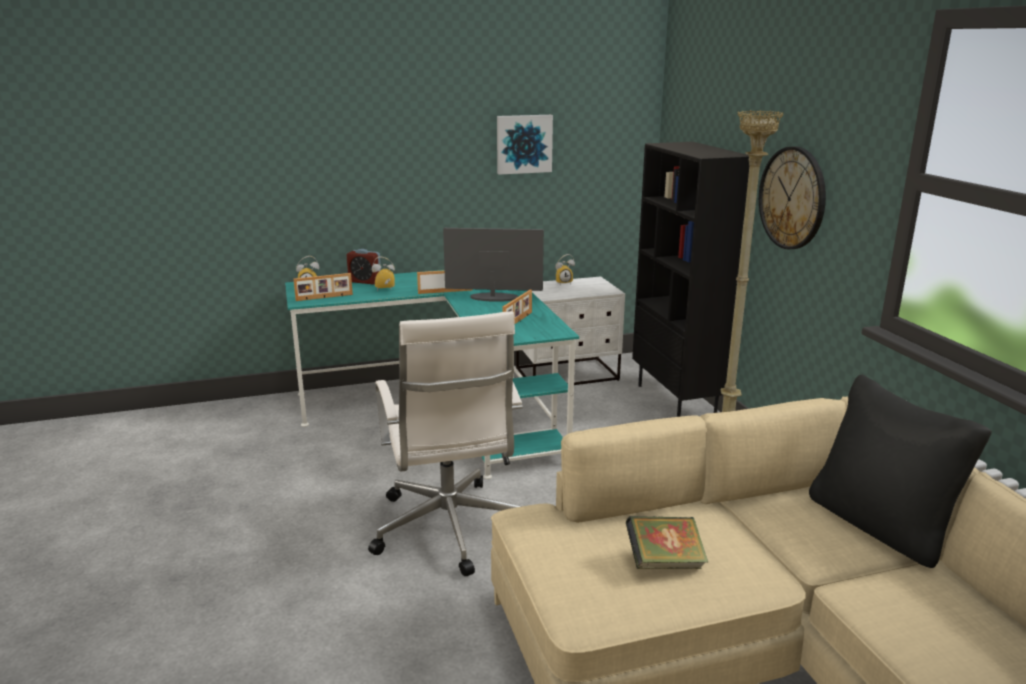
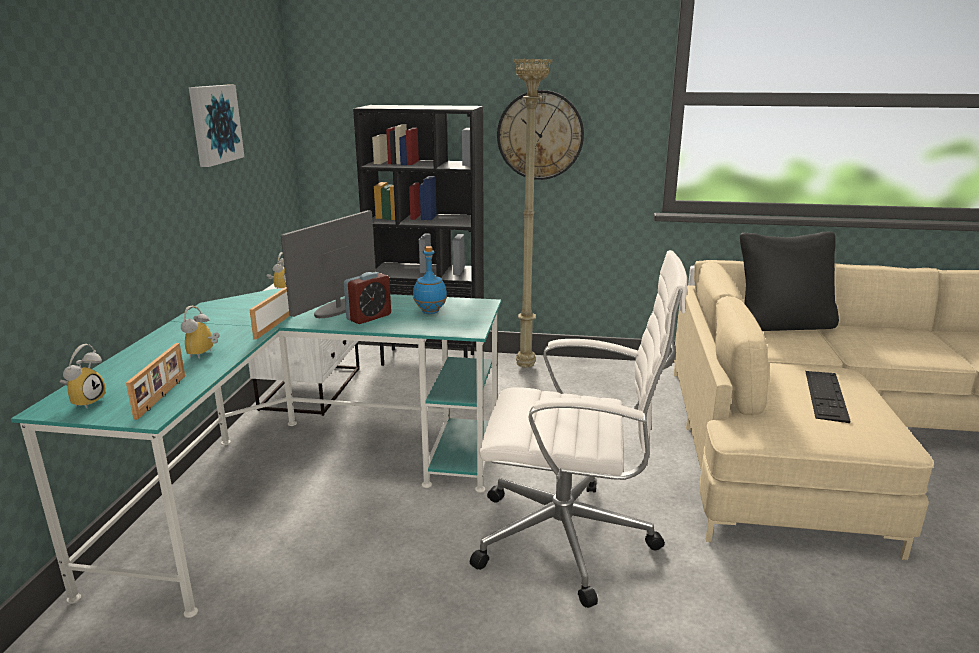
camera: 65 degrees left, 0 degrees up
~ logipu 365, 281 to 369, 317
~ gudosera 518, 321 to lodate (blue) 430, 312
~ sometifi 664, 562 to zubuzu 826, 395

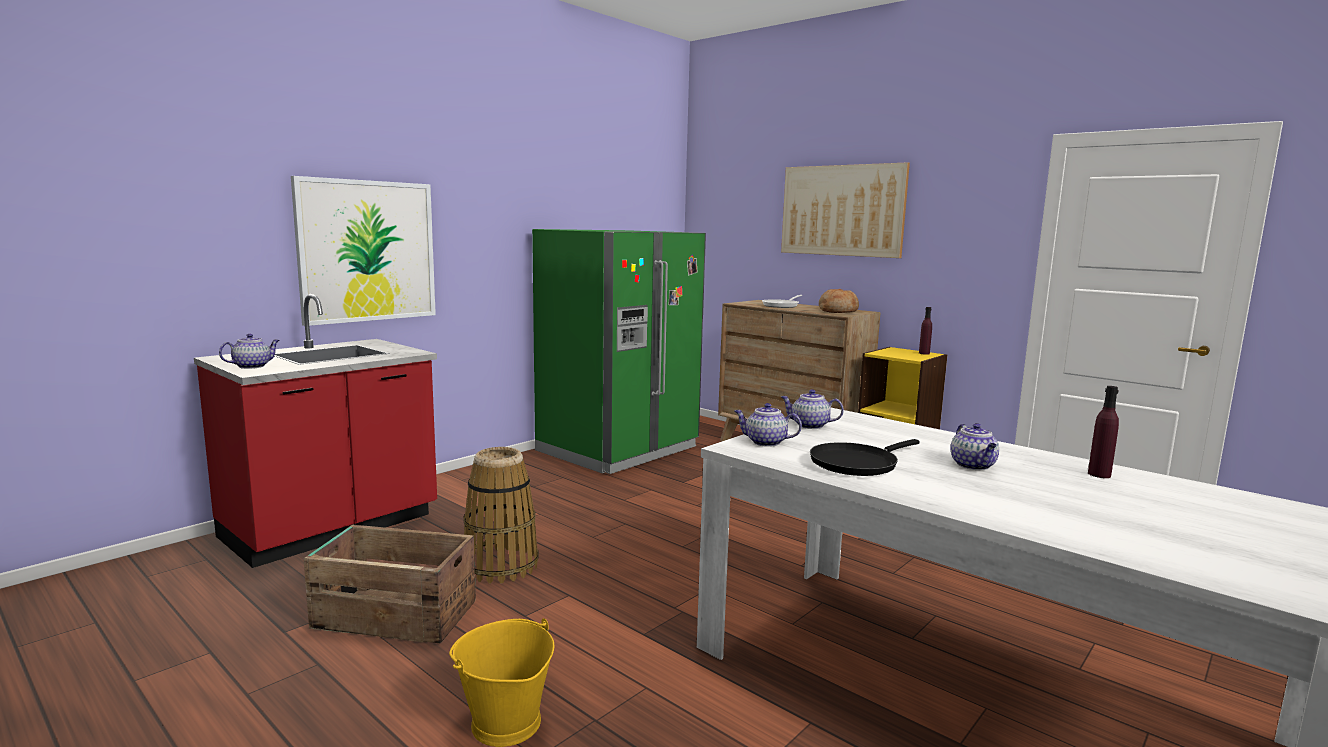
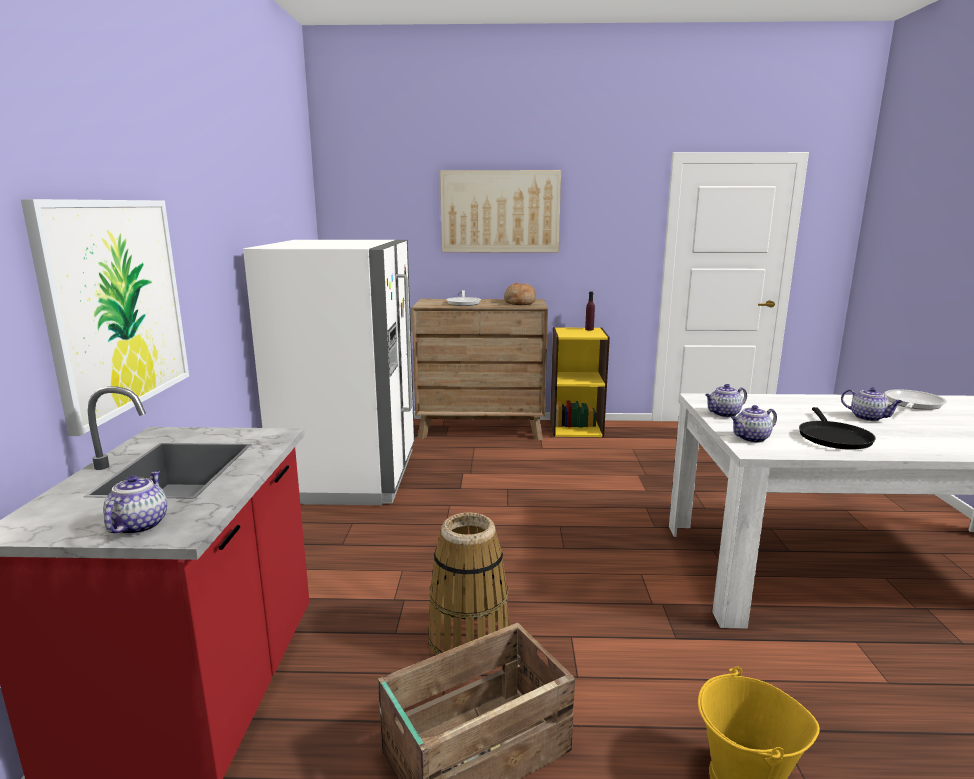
camera: 40 degrees left, 5 degrees up
~ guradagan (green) 618, 449 to guradagan (white) 350, 475
~ lodate (purple) 1099, 474 to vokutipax 912, 404

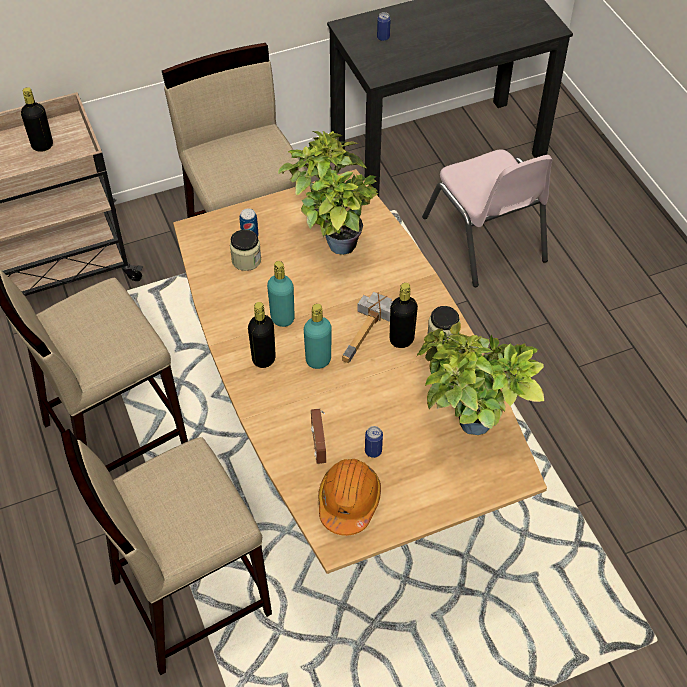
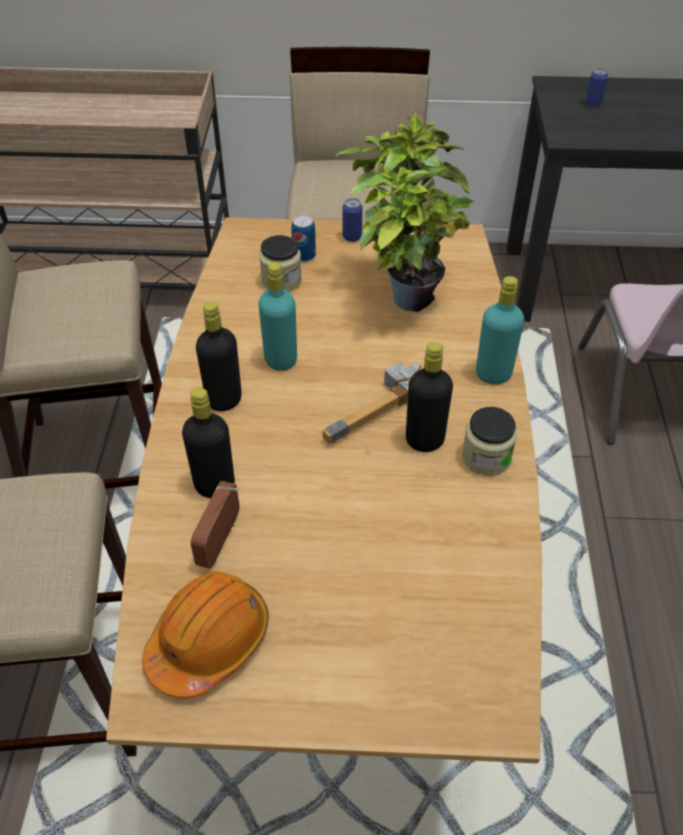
camera: 25 degrees right, 5 degrees down
~ lodate (black) 42, 145 to 214, 485
~ lodate (turquoise) 318, 360 to 493, 374
- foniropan 467, 428
~ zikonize 373, 451 to 352, 237

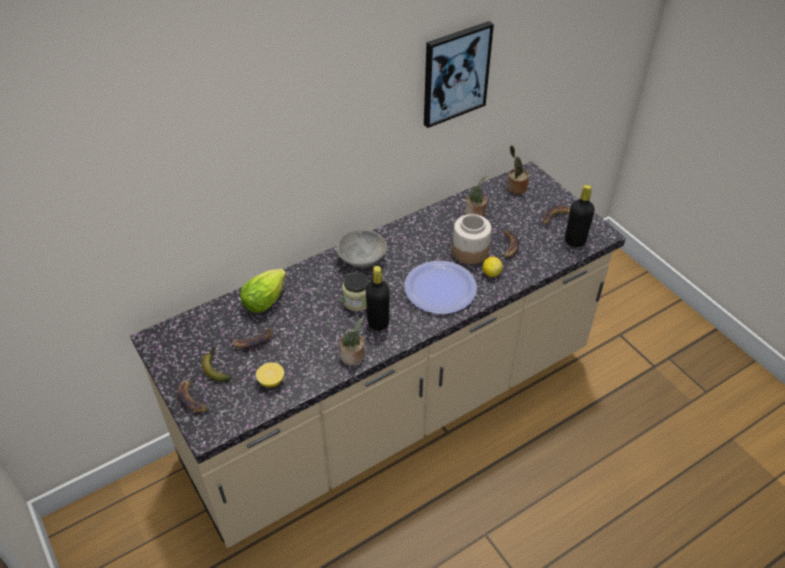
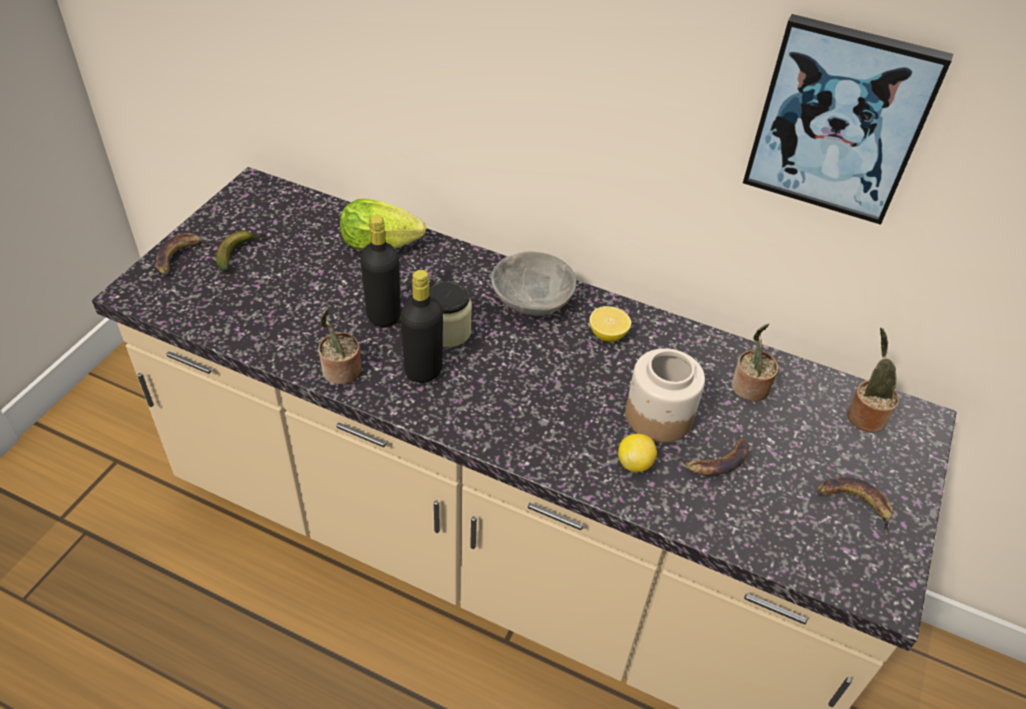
camera: 55 degrees right, 0 degrees up
~ lodate (black) 575, 241 to 383, 316
- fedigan 440, 288
- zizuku 252, 340
~ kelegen 271, 381 to 607, 334

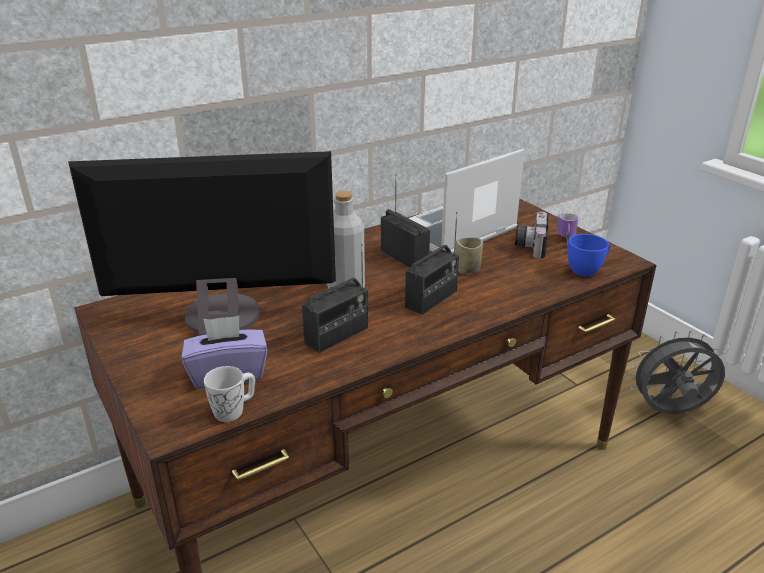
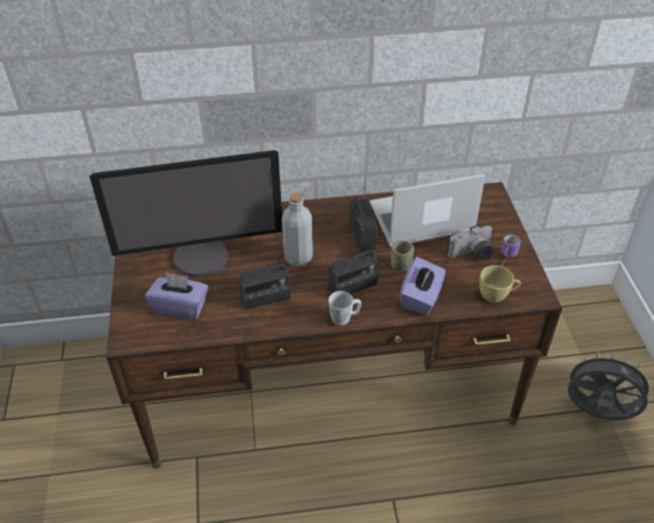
camera: 25 degrees right, 15 degrees up
~ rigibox 221, 317 = 202, 256 150 degrees clockwise
~ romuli 530, 245 = 472, 254 150 degrees counterclockwise
~ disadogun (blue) 587, 270 to disadogun (yellow) 497, 296
~ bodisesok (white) 234, 410 to 344, 318
+ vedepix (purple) 421, 298

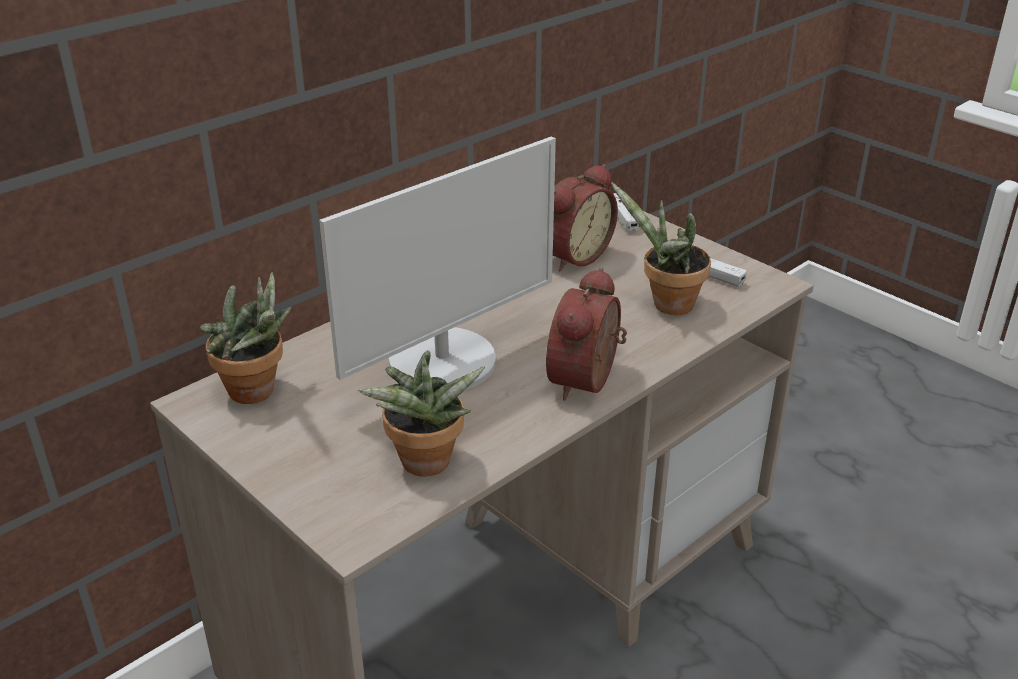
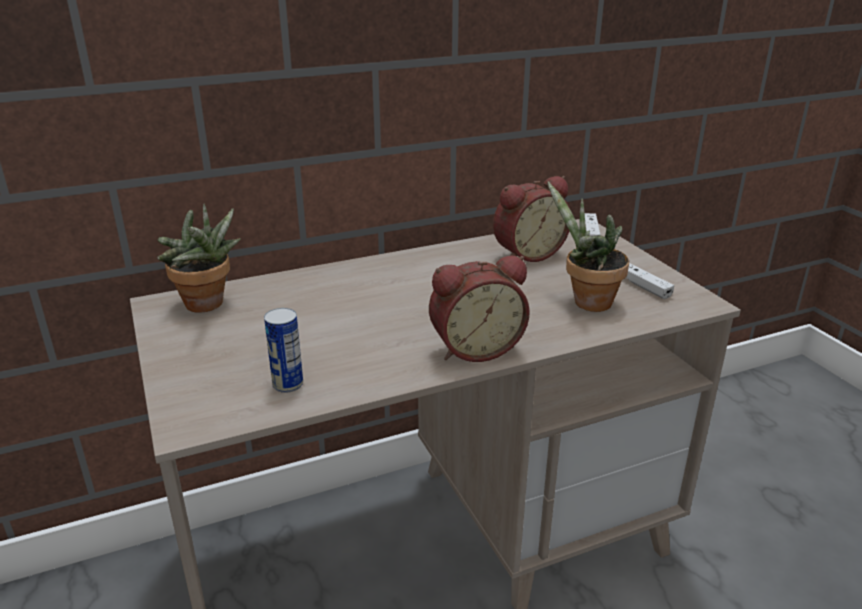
camera: 20 degrees right, 5 degrees down
- rigibox 444, 361
~ logipu 588, 381 = 475, 348 150 degrees counterclockwise
~ foniropan 425, 466 to zikonize 288, 384

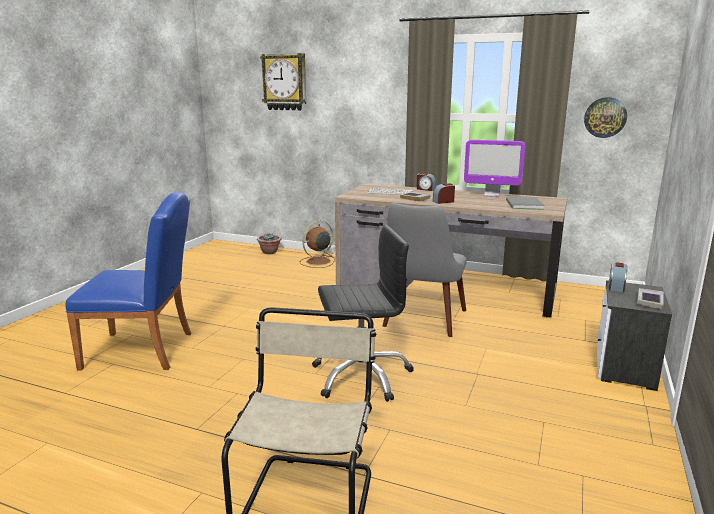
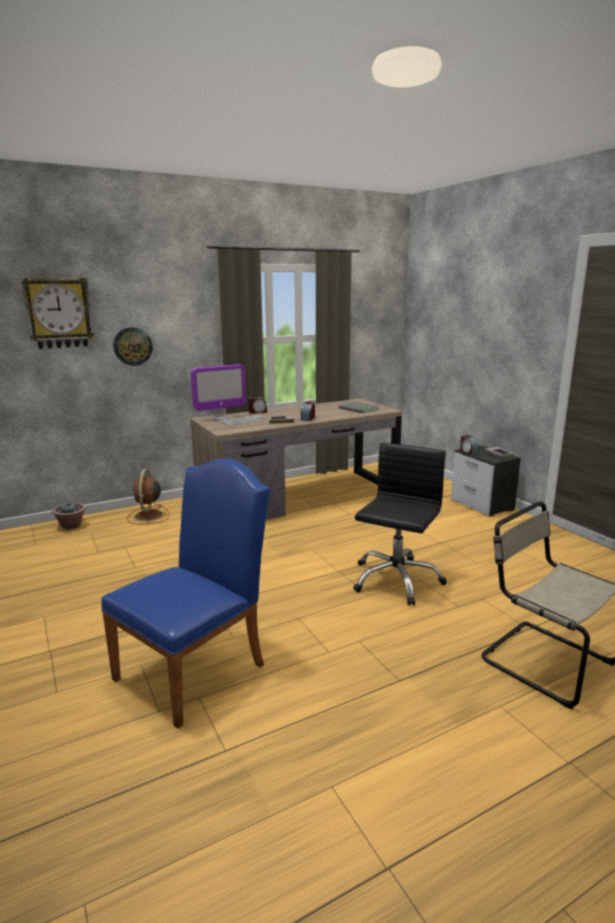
camera: 50 degrees left, 0 degrees up
~ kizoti 605, 117 to 132, 346
~ rigibox 491, 195 to 220, 418
- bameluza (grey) 422, 322

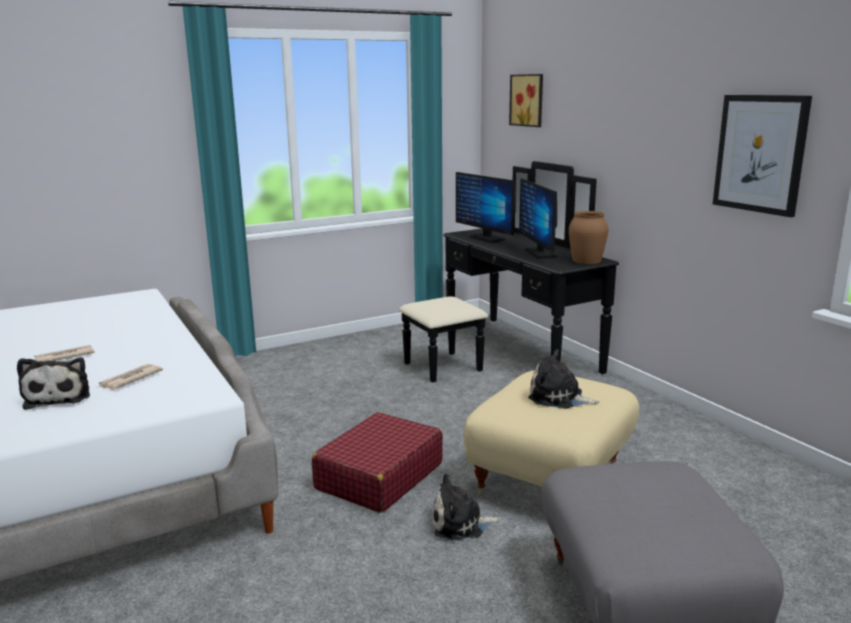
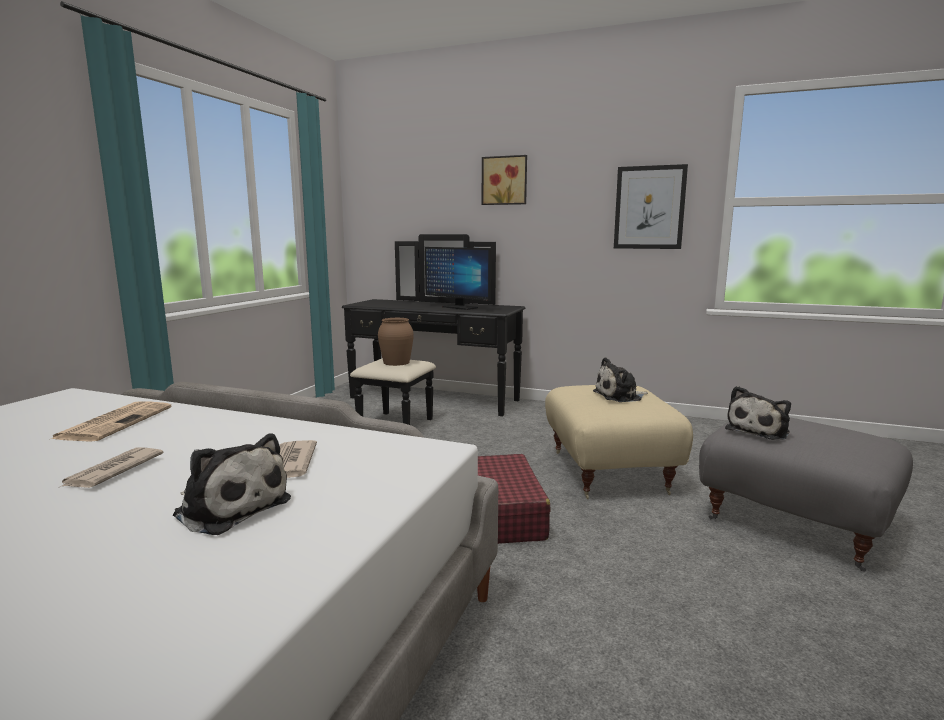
camera: 40 degrees left, 5 degrees down
~ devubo 528, 100 to 504, 180
- rigibox 487, 238
~ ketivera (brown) 586, 260 to 396, 362
~ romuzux 460, 524 to 759, 430
+ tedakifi 115, 422

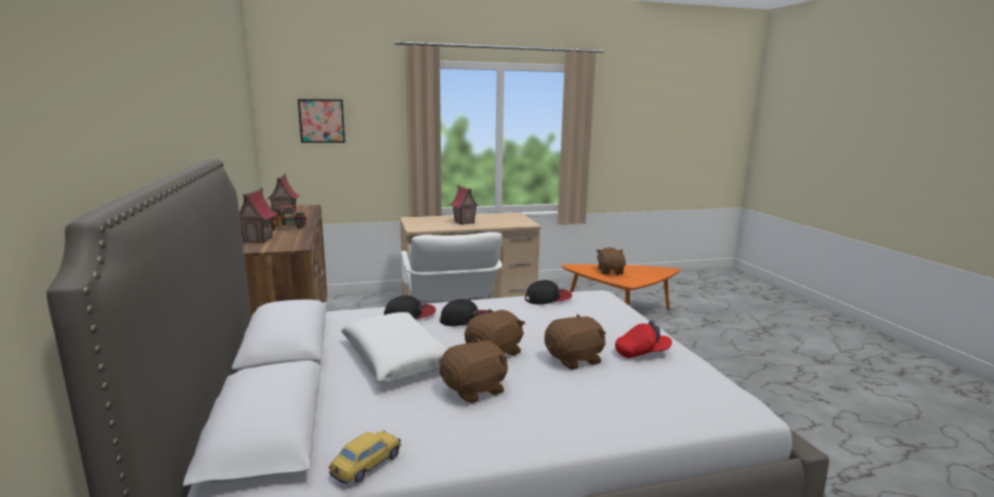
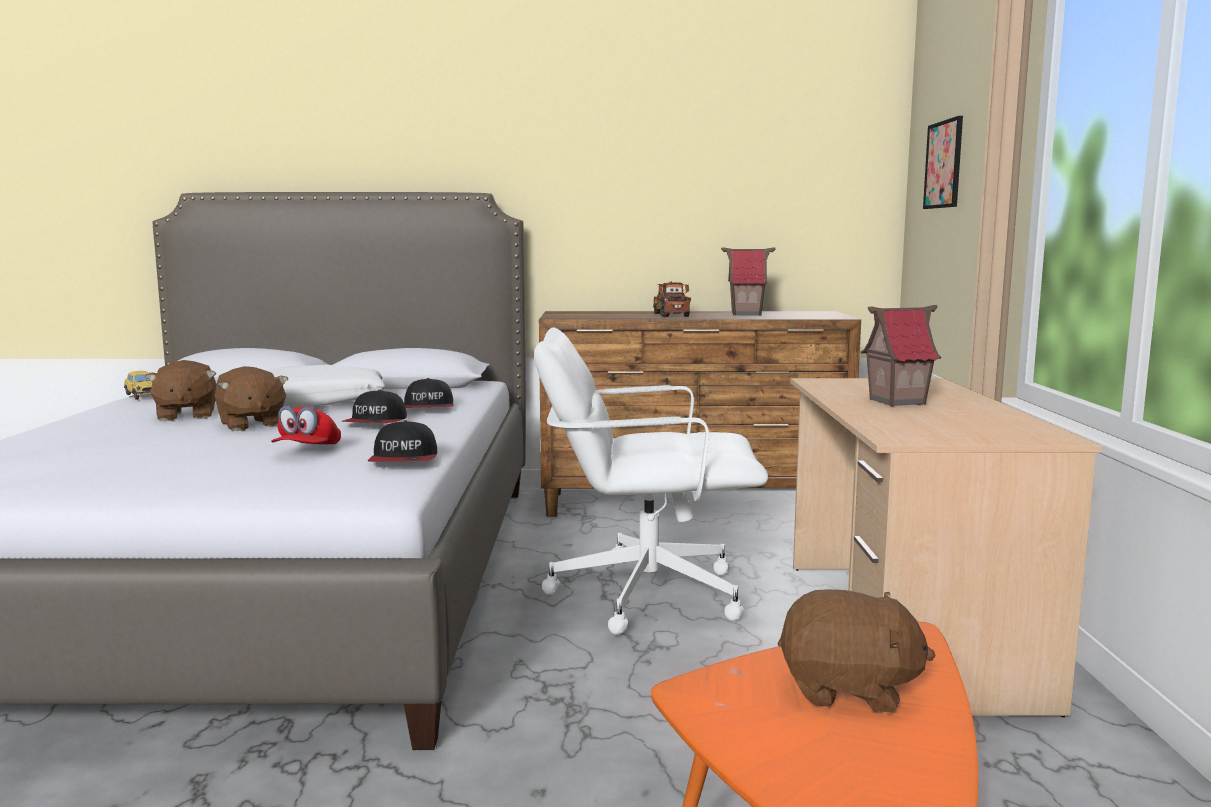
camera: 105 degrees right, 5 degrees down
- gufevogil 258, 240
- romuzux (brown) 575, 359
~ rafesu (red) 642, 353 to 307, 451

